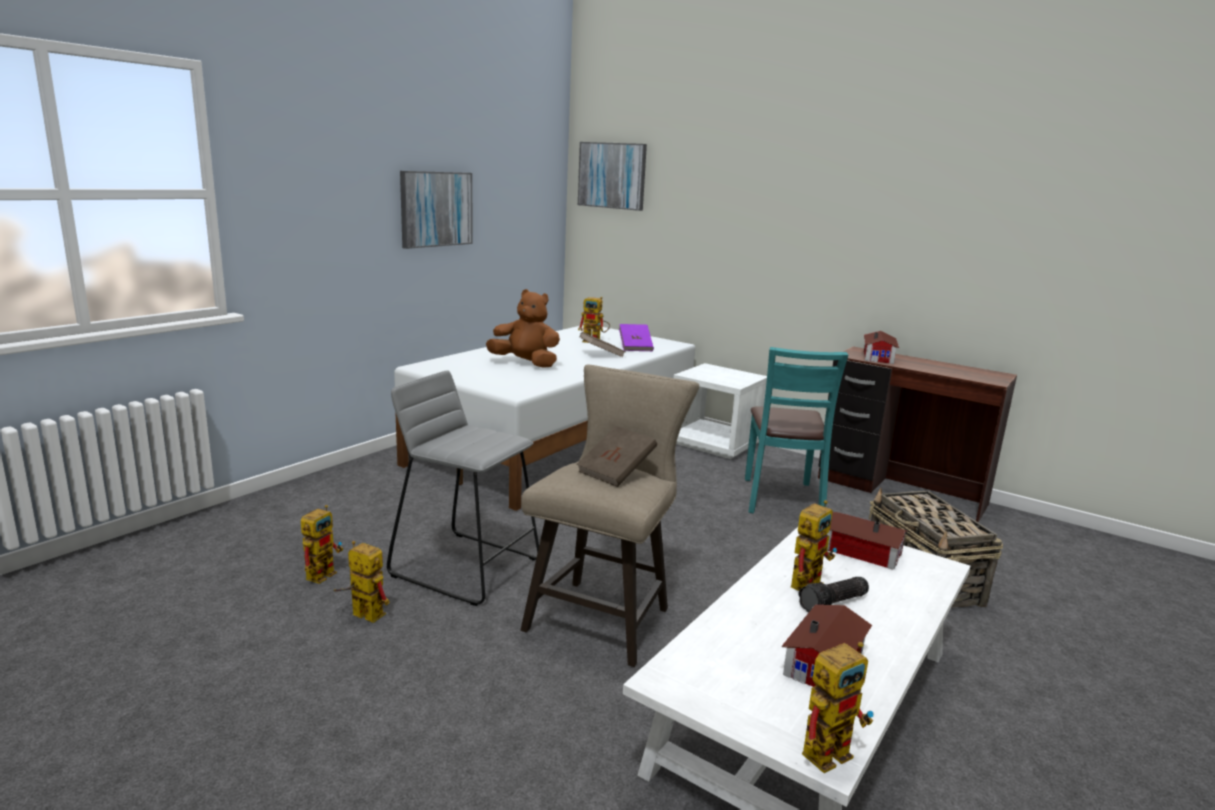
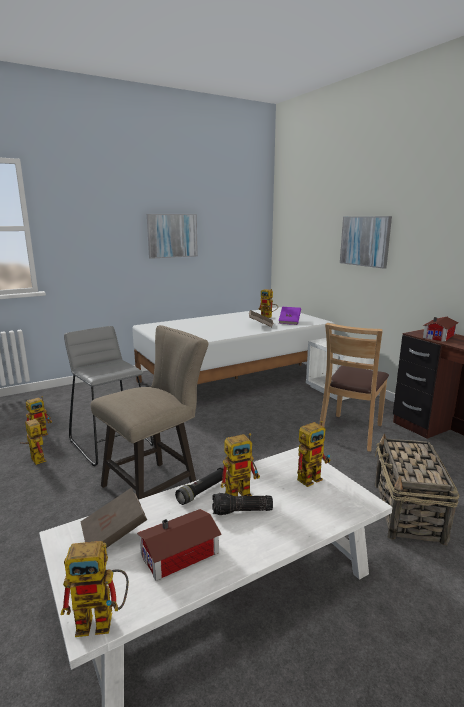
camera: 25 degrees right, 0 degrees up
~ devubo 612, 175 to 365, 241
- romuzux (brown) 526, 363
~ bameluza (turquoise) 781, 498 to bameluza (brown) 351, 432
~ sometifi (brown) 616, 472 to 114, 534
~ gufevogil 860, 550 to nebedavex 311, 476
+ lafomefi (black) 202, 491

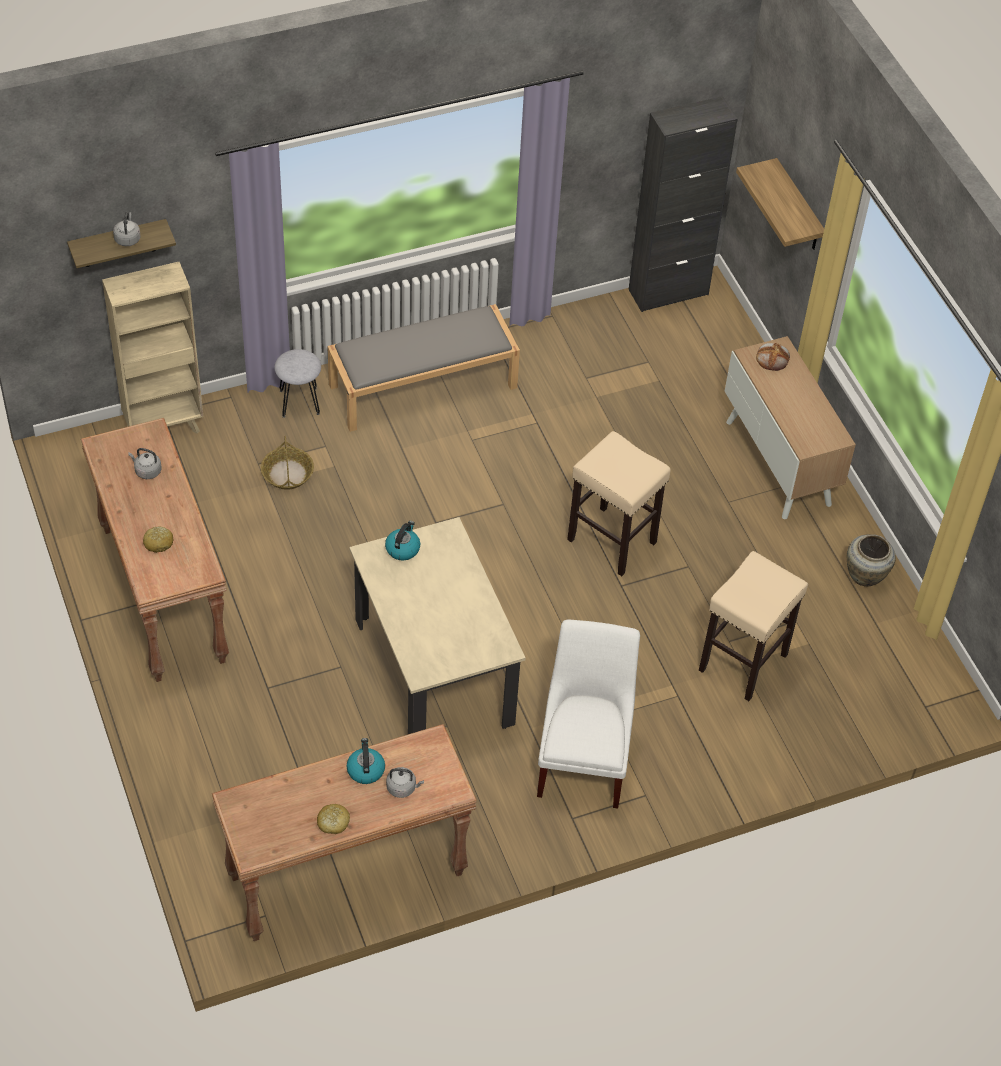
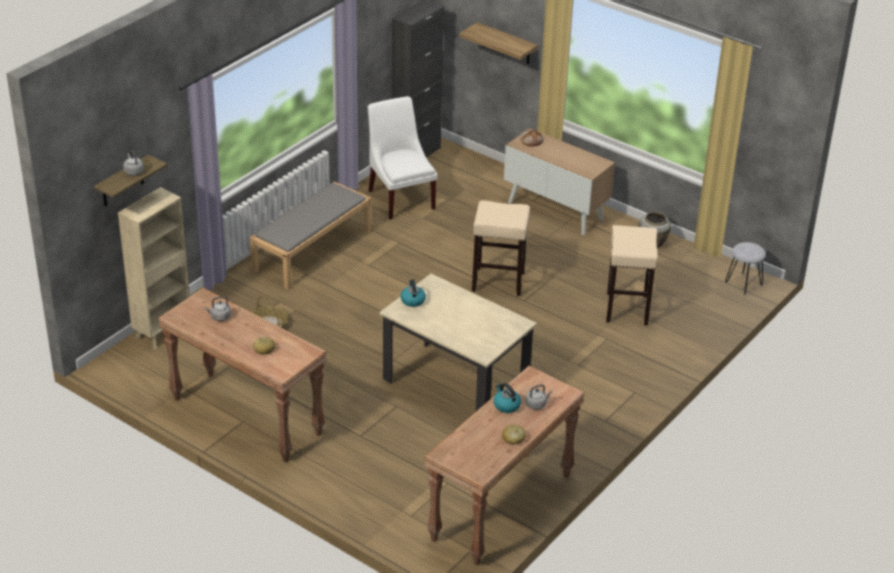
camera: 30 degrees left, 15 degrees down
~ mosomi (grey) 300, 402 to 744, 283
~ bameluza (white) 584, 758 to 401, 197

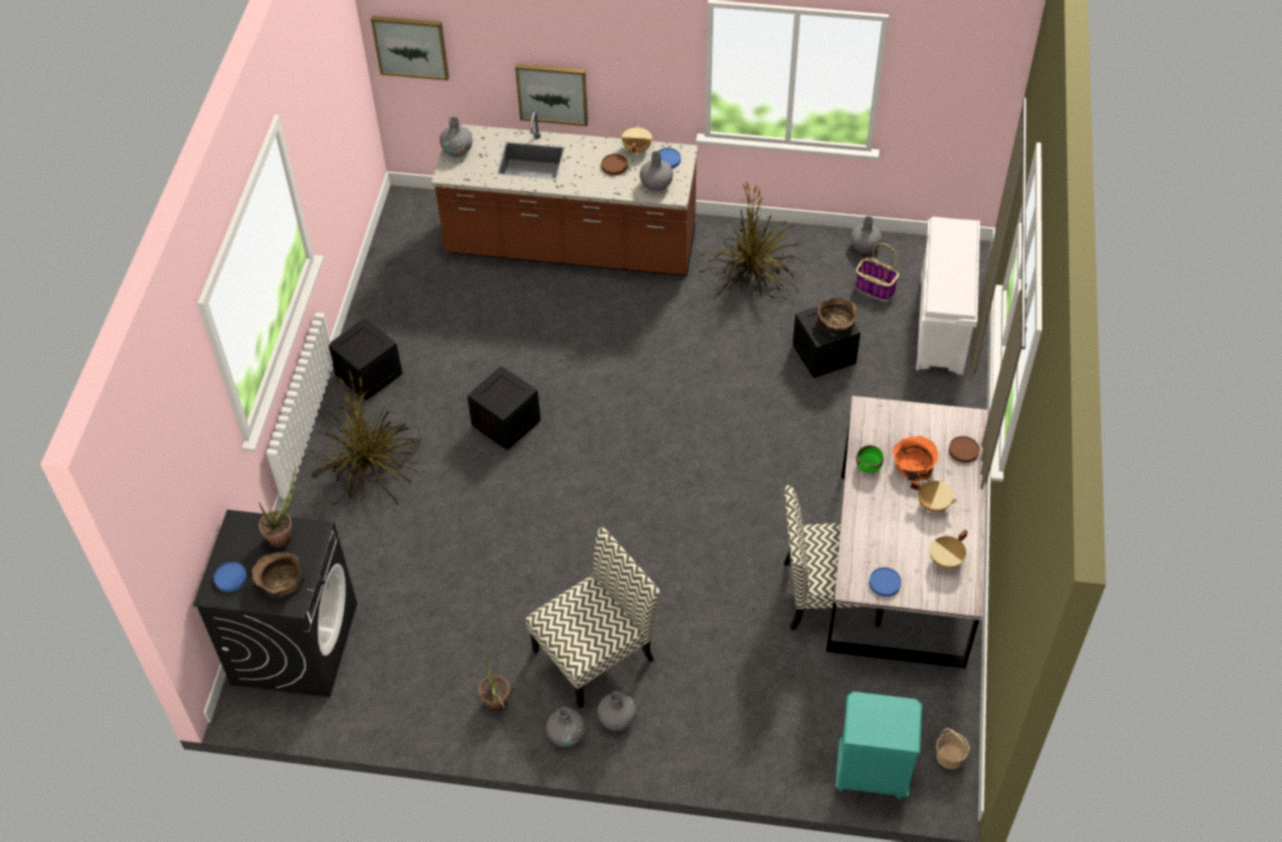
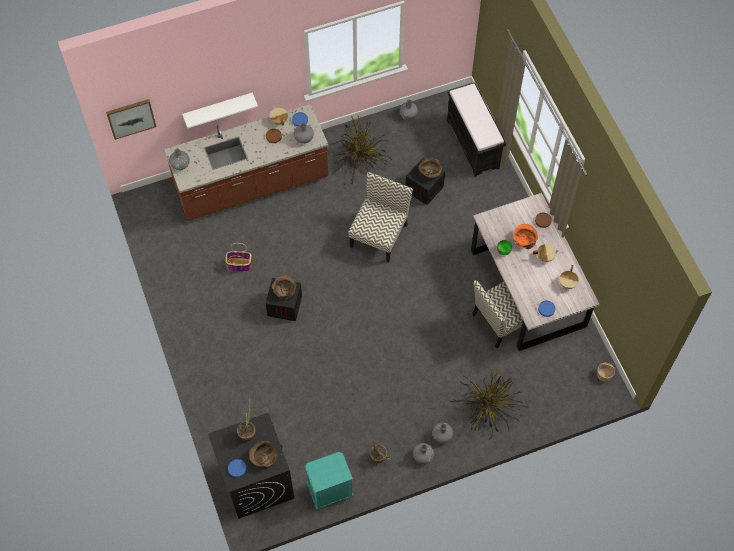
camera: 30 degrees left, 10 degrees up
~ devubo 552, 93 to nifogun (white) 218, 108
~ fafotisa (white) 942, 325 to fafotisa (black) 473, 144
~ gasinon 874, 288 to 239, 265
- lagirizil 368, 374
~ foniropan 369, 470 to 489, 409
~ bameluza 594, 653 to 379, 235
~ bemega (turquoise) 871, 773 to 329, 491
+ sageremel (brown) 285, 290

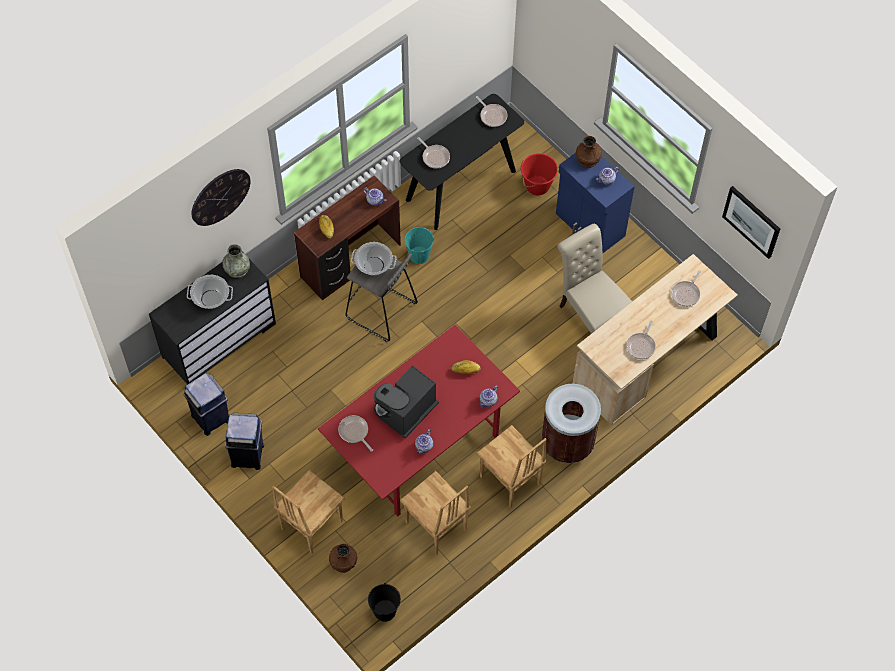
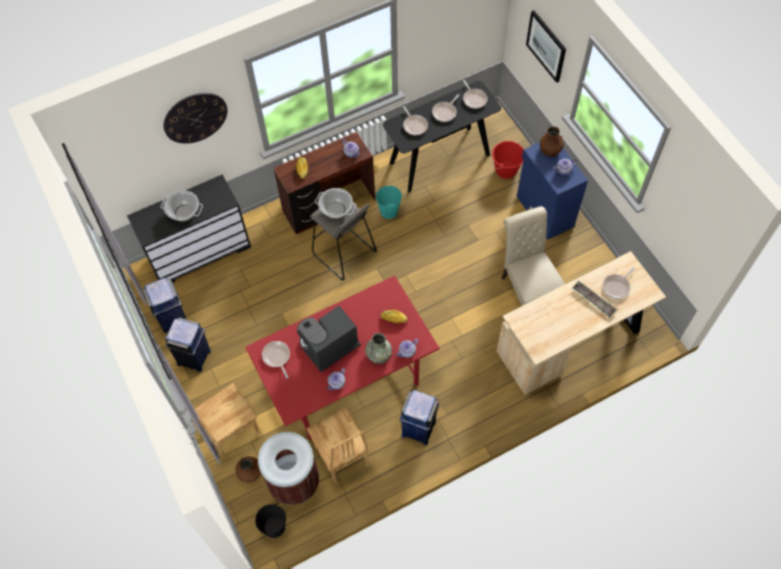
camera: 15 degrees right, 0 degrees up
~ devubo 752, 221 to 546, 46
~ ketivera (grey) 237, 269 to 379, 354
~ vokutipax 641, 345 to 445, 112
~ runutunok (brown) 567, 442 to 294, 481
~ bameluza (brown) 509, 481 to runutunok (blue) 419, 428
+ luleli 593, 301

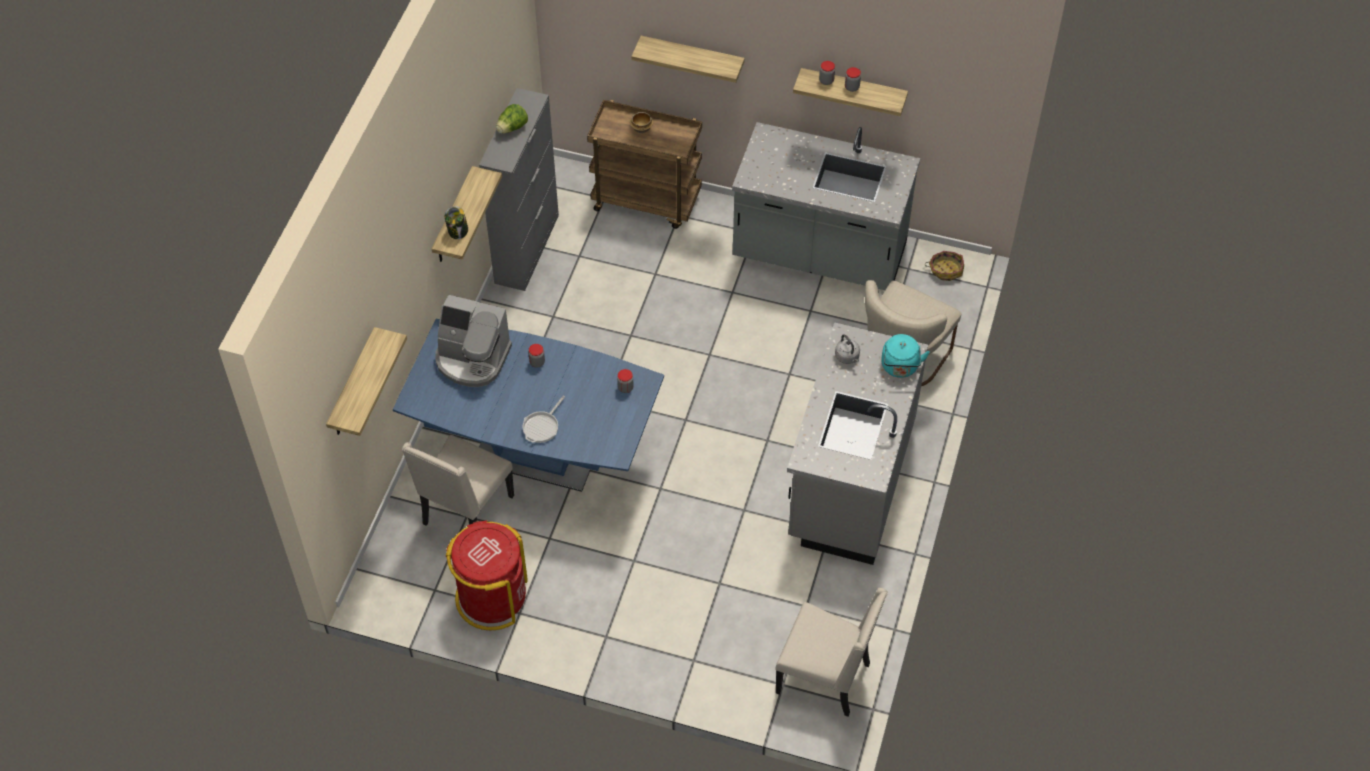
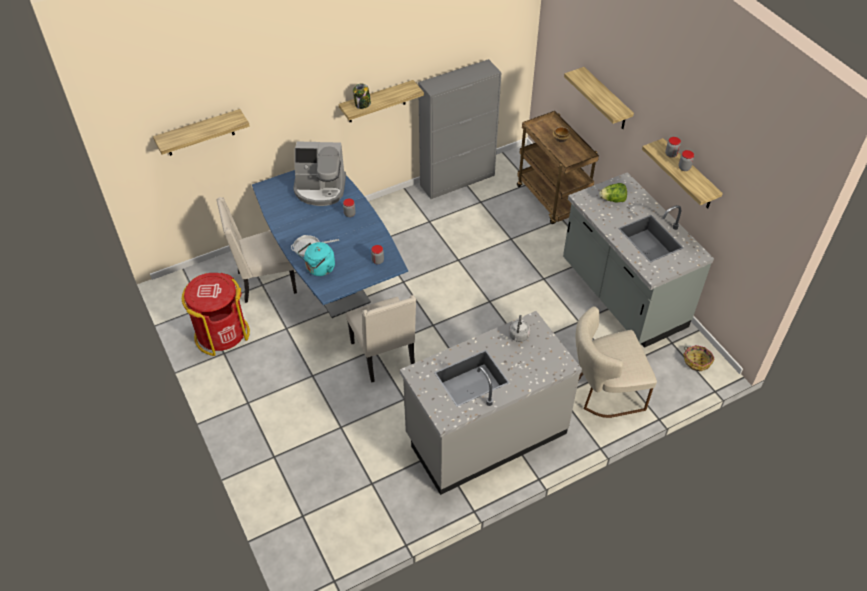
camera: 45 degrees right, 5 degrees down
~ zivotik 512, 128 to 613, 200
~ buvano 472, 359 = 320, 189 60 degrees counterclockwise
~ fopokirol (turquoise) 900, 368 to 319, 269
~ bameluza (beige) 826, 677 to 384, 356

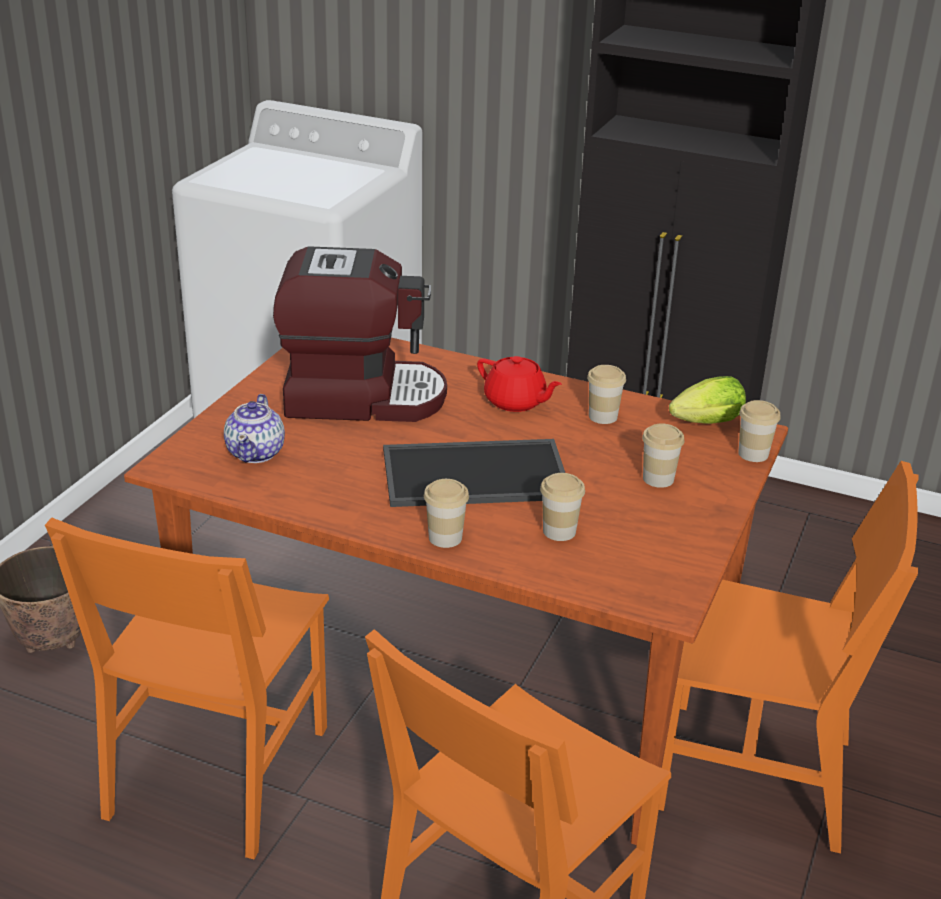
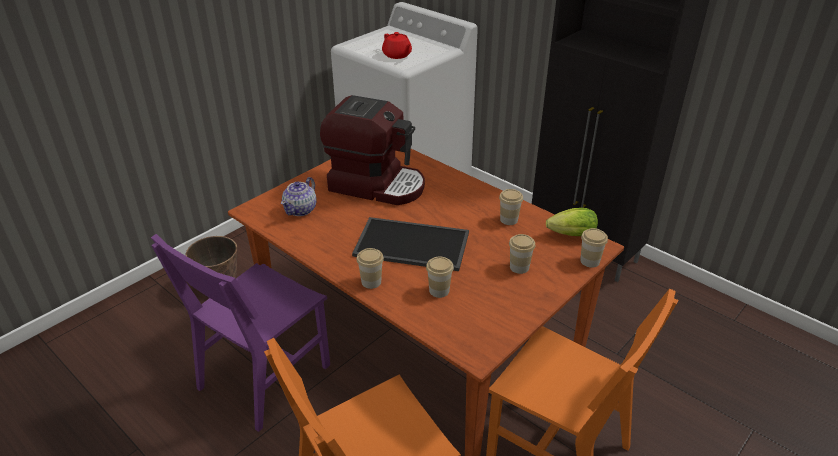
camera: 20 degrees right, 5 degrees up
~ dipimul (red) 516, 402 to 397, 55
~ bameluza (orange) 218, 771 to bameluza (purple) 264, 376

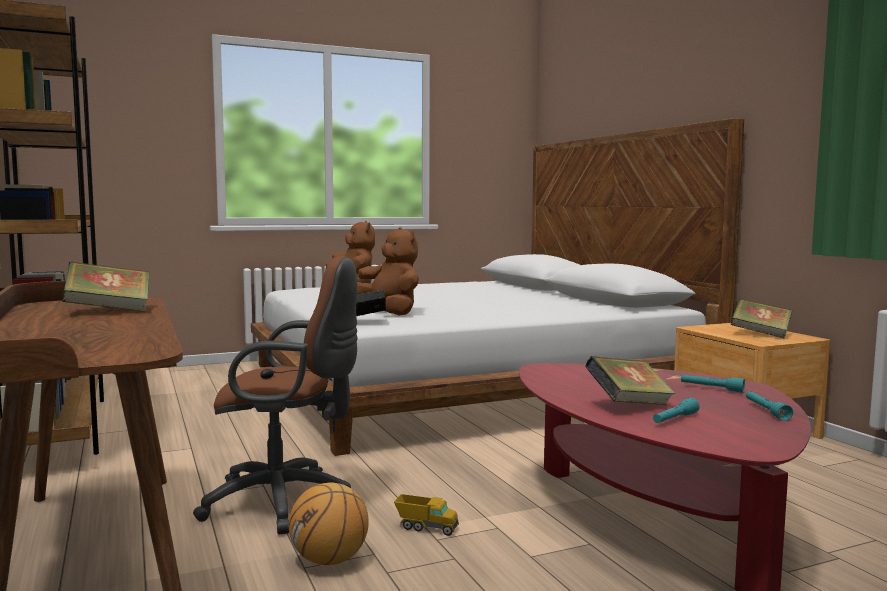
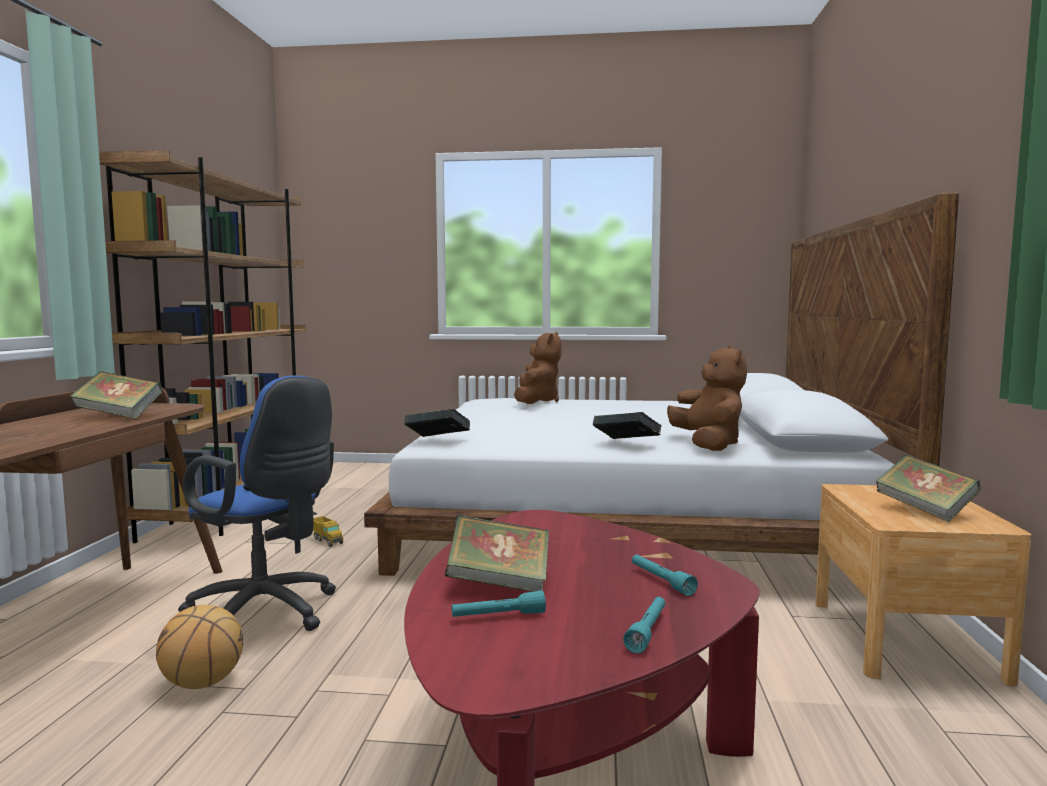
camera: 30 degrees right, 0 degrees up
~ romuzux (brown) 389, 312 to 708, 445
~ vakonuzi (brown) 287, 502 to vakonuzi (blue) 267, 614
~ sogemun 426, 528 to 327, 540
+ sometifi 626, 444

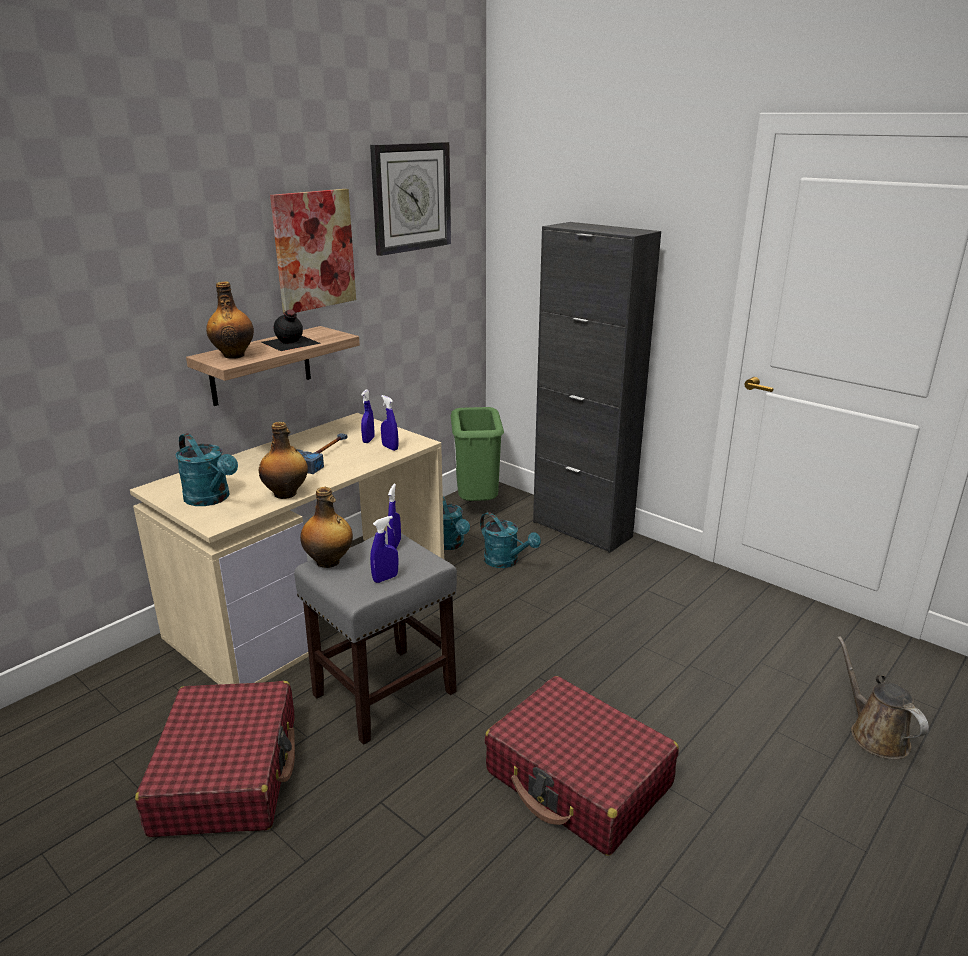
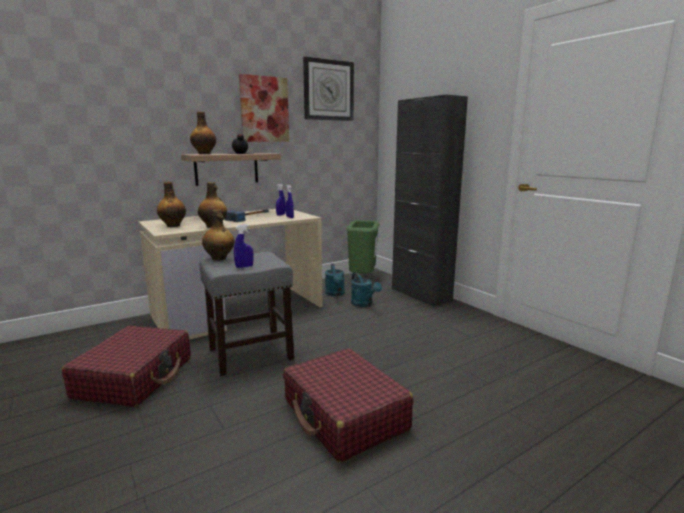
camera: 15 degrees right, 10 degrees down
~ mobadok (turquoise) 211, 499 to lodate 173, 225
- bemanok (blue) 395, 544
- mobadok (brown) 875, 734

